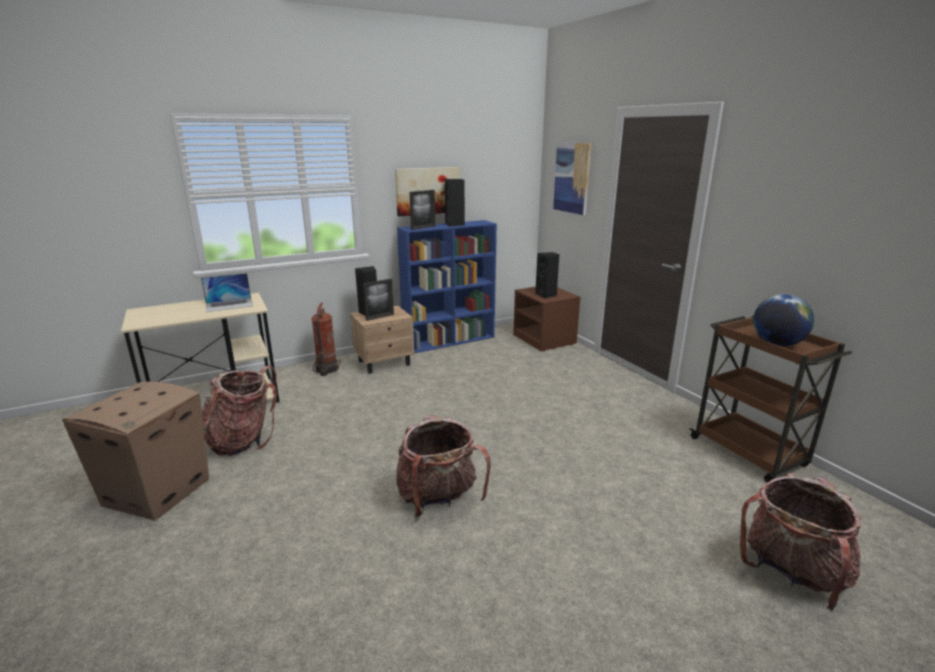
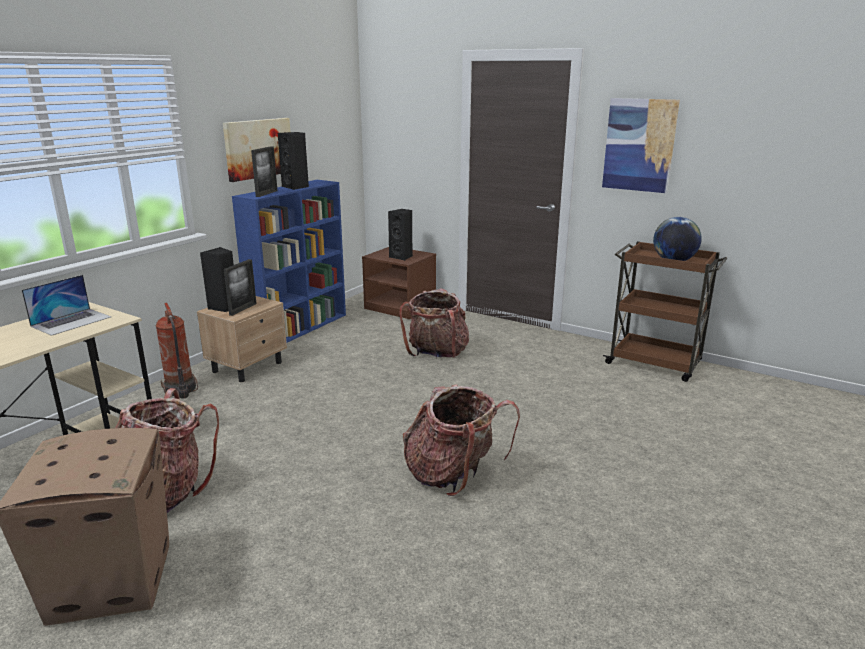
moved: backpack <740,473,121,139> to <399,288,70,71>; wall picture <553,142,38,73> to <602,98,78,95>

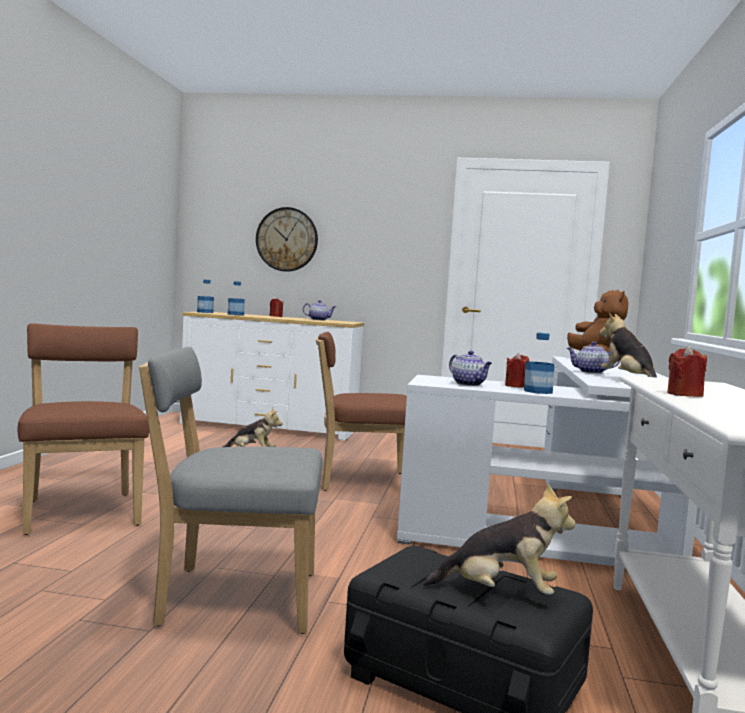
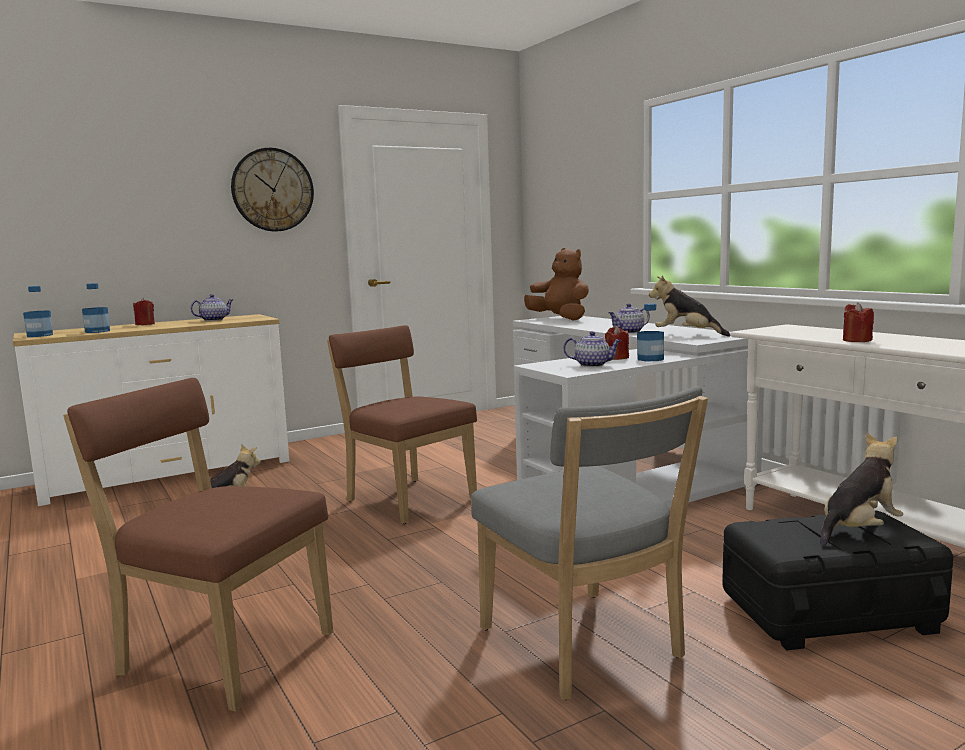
moved: clock on the wall <256,207,62,65> to <231,148,83,83>
turned: chair (brown) <315,332,92,159> = <327,325,150,199> 90 degrees clockwise; chair (greyish) <139,347,184,287> = <471,386,237,314> 75 degrees counterclockwise

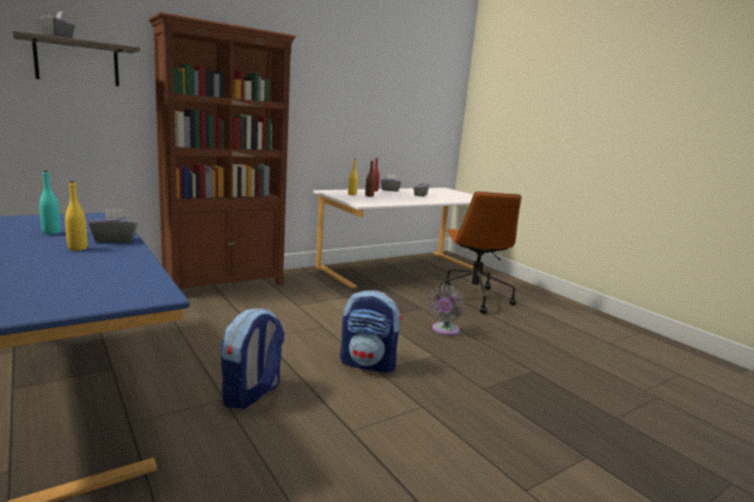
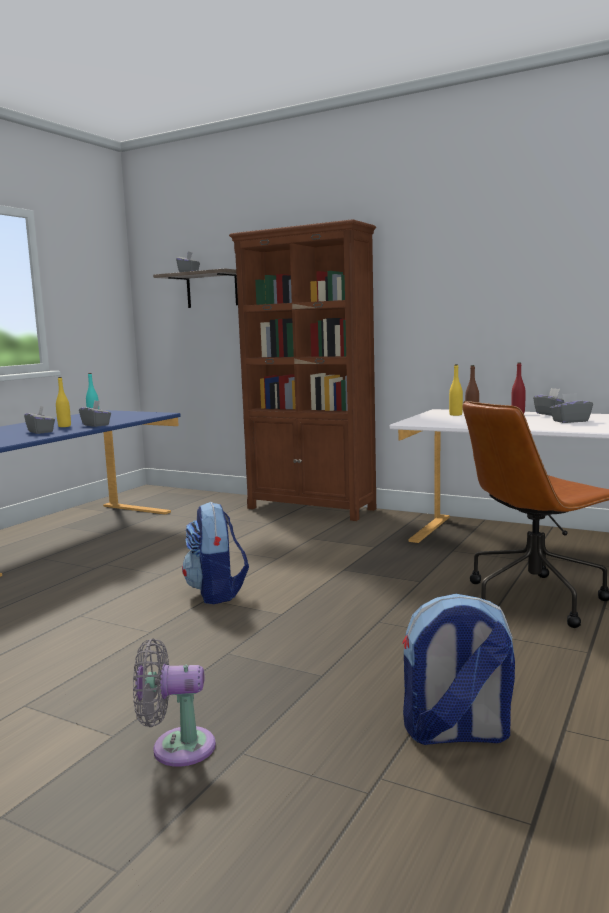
added: tissue holder (greyish) <24,406,31,28>
moved: cooling fan (greyish) <428,285,37,51> to <133,638,83,129>; backpack <220,308,65,101> to <402,594,113,151>

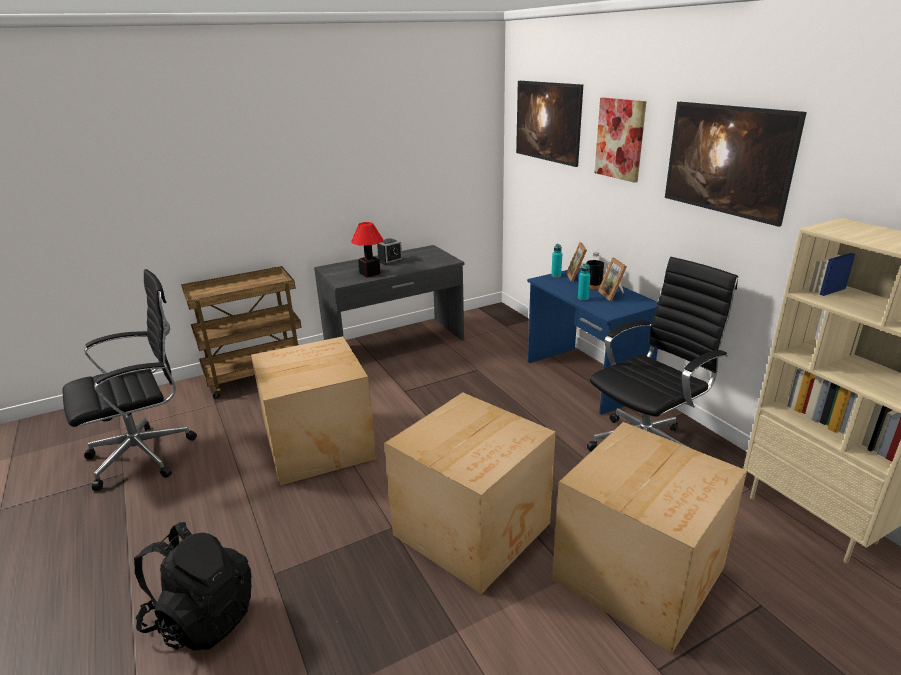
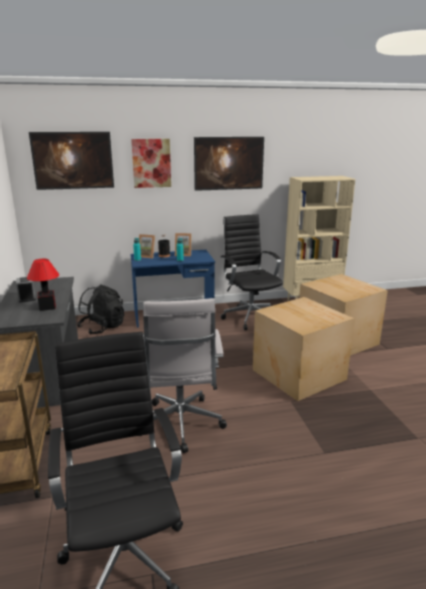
moved: backpack (blackish) <134,522,117,128> to <77,284,47,50>
replaced: carton <251,336,126,150> to desk chair (white-coloured) <140,298,87,155>

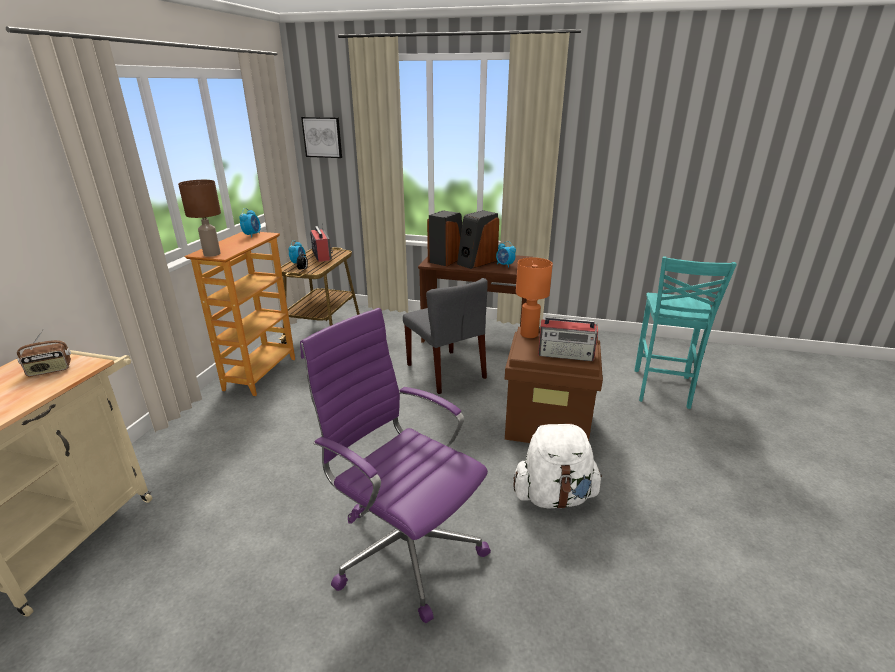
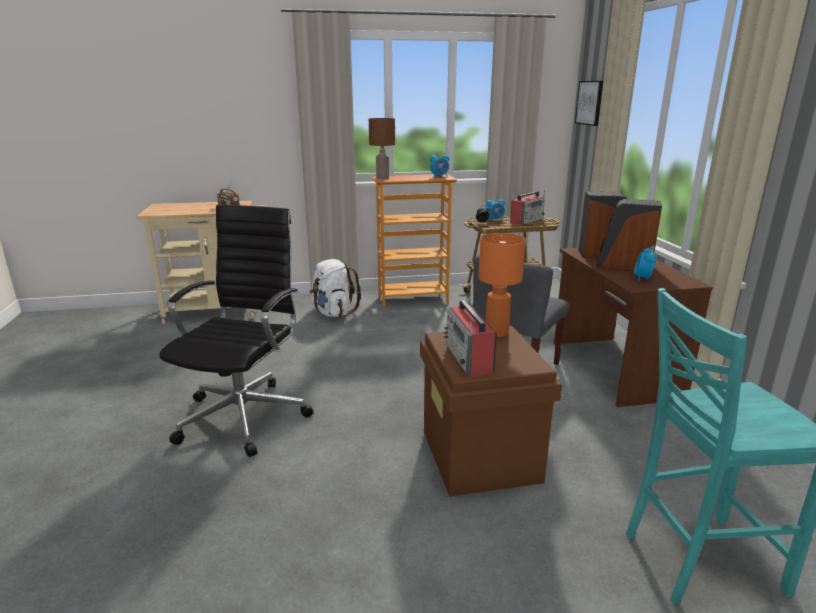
moved: backpack (white-coloured) <513,423,89,86> to <309,259,52,58>
recoloured: desk chair (purple) <300,308,191,315> to desk chair (blackish) <159,205,154,252>

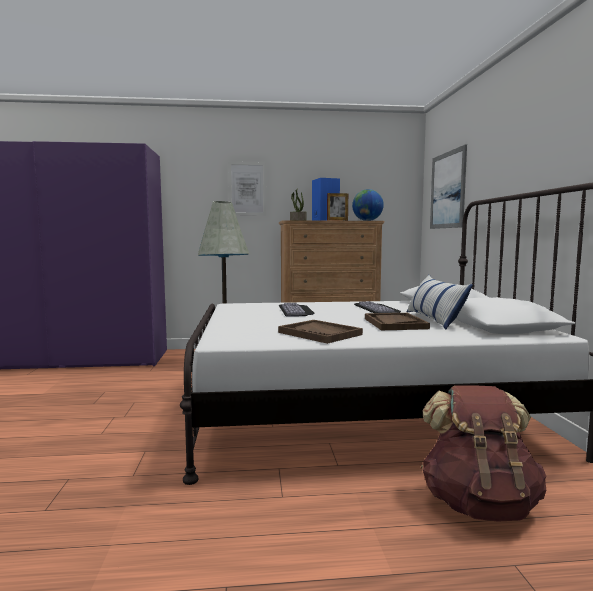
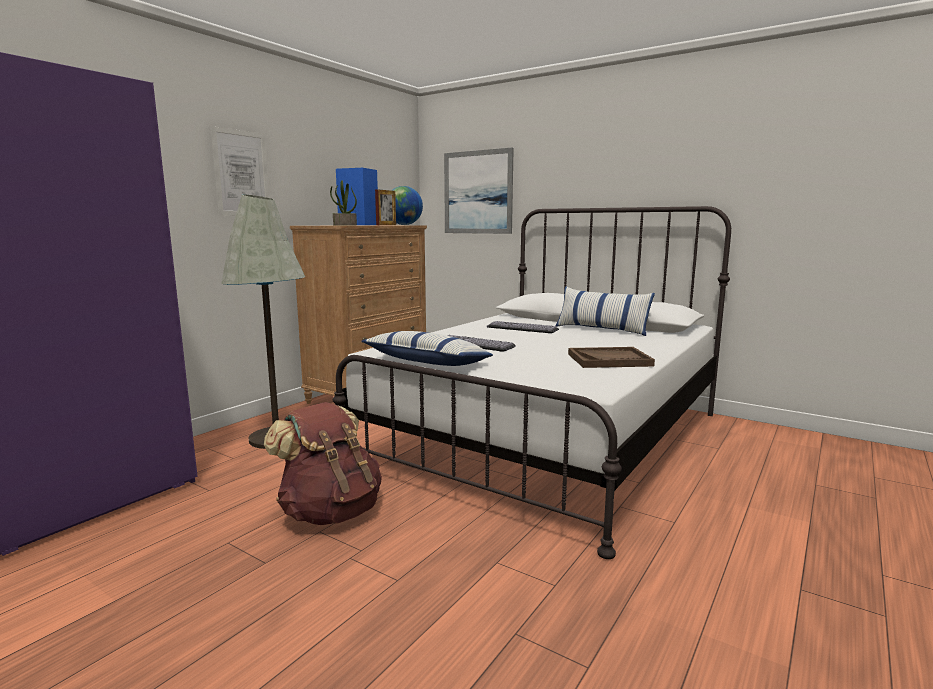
removed: serving tray (brown) <365,313,65,17>
added: throw pillow <361,331,132,35>
moved: backpack (brown) <421,386,125,135> to <264,402,118,123>

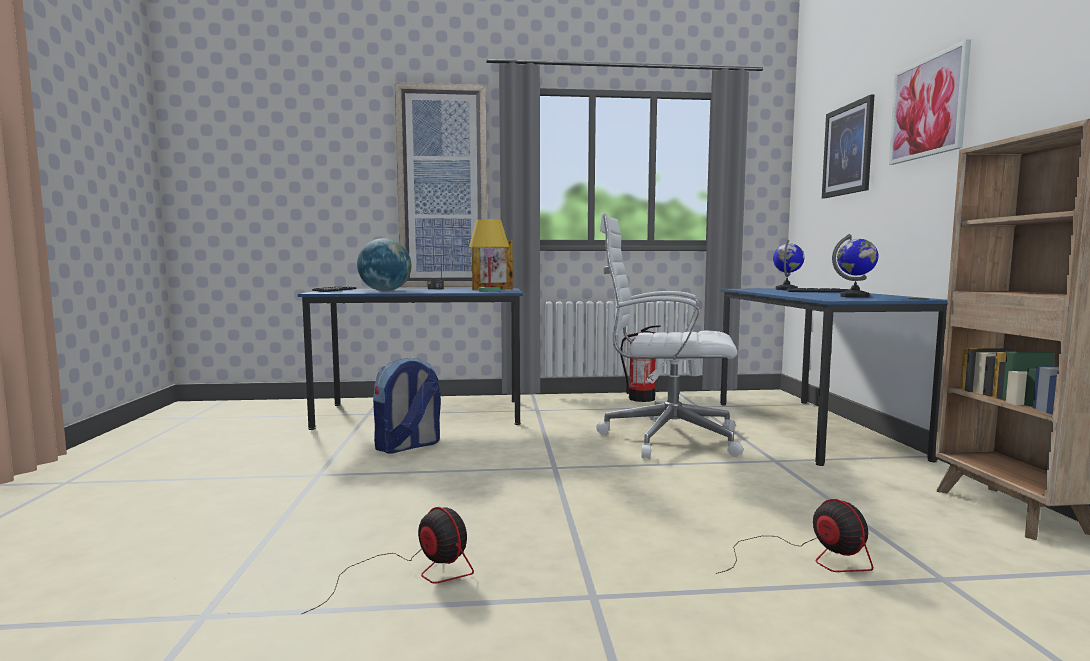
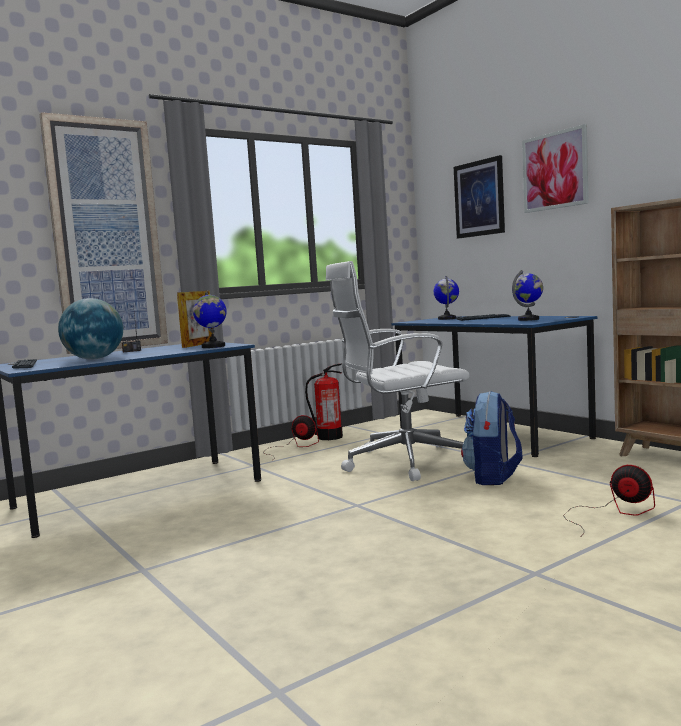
moved: cooling fan <302,507,172,107> to <263,415,56,43>; backpack <373,358,68,95> to <461,391,62,94>
replaced: table lamp (yellowish) <469,219,40,73> to globe <193,291,34,57>

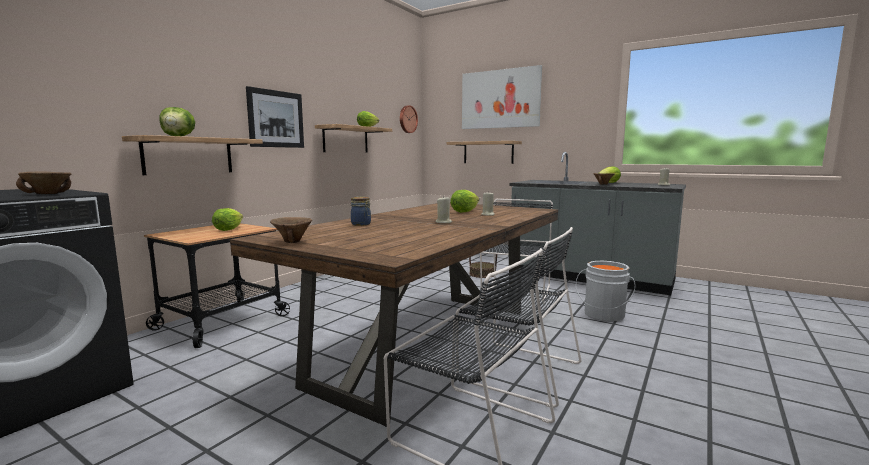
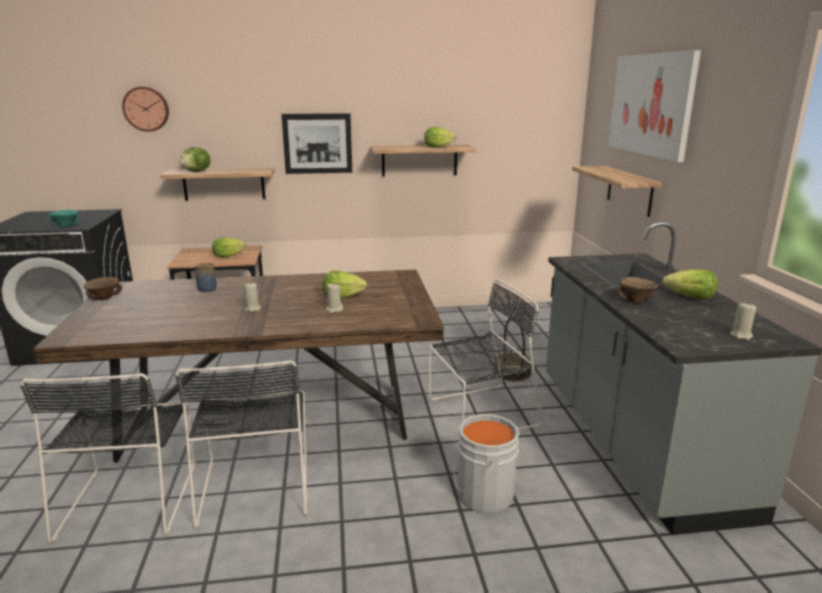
moved: clock on the wall <400,105,18,28> to <122,87,47,45>
recoloured: bowl (brown) <16,171,56,24> to bowl (blue-green) <49,210,30,17>

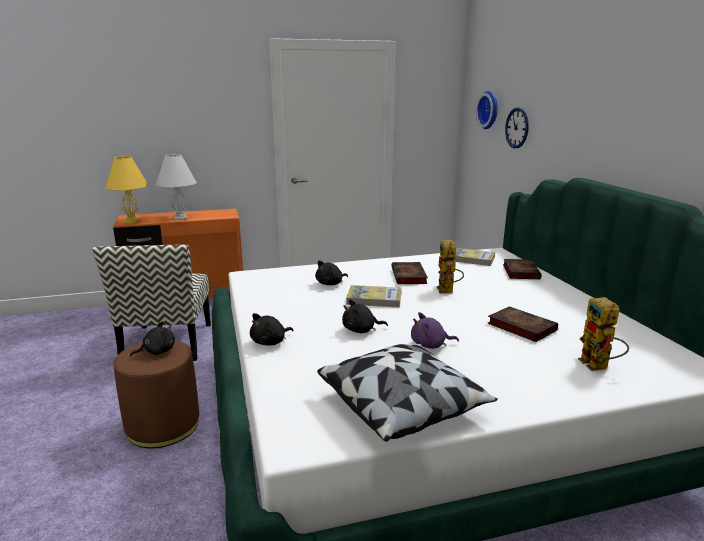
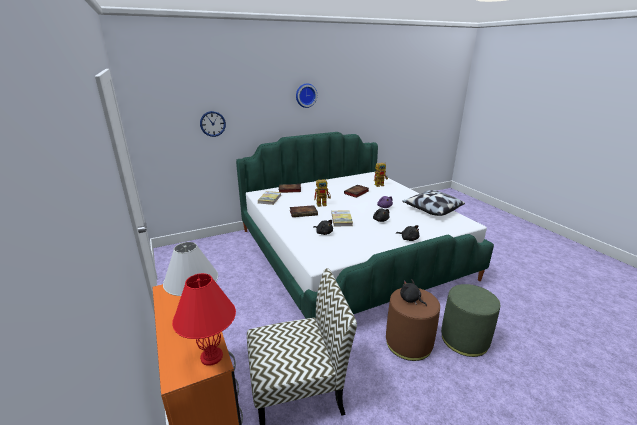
added: footrest (green-coloured) <441,284,59,73>
moved: clock on the wall <476,91,22,38> to <296,83,21,25>
recoloured: table lamp (yellowish) <105,156,43,68> to table lamp (reddish) <172,273,64,93>

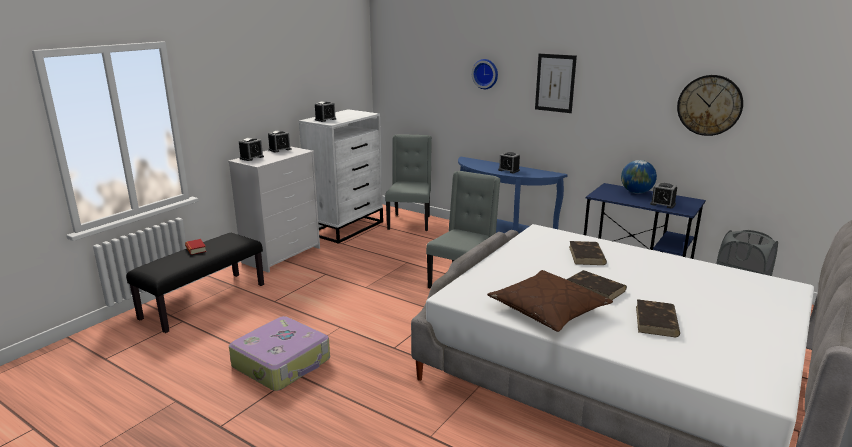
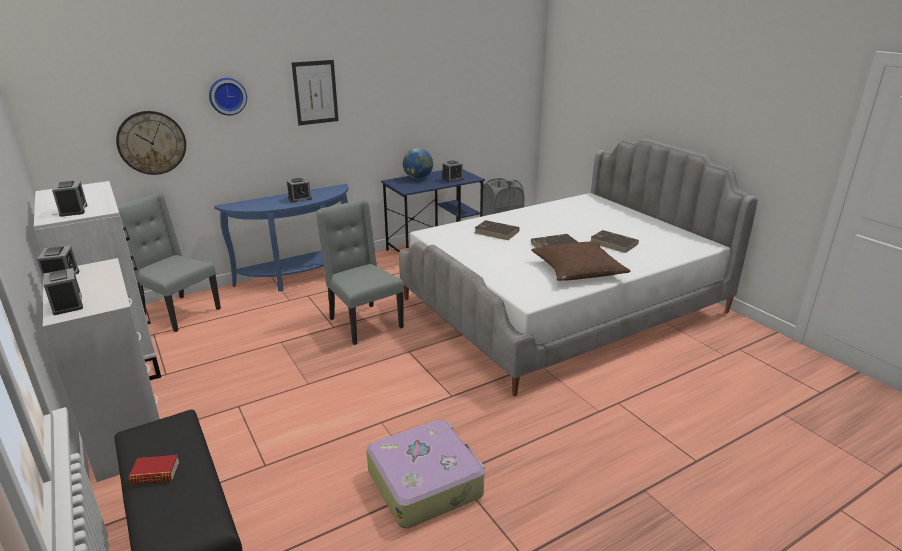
moved: clock on the wall <677,75,66,61> to <116,111,70,64>

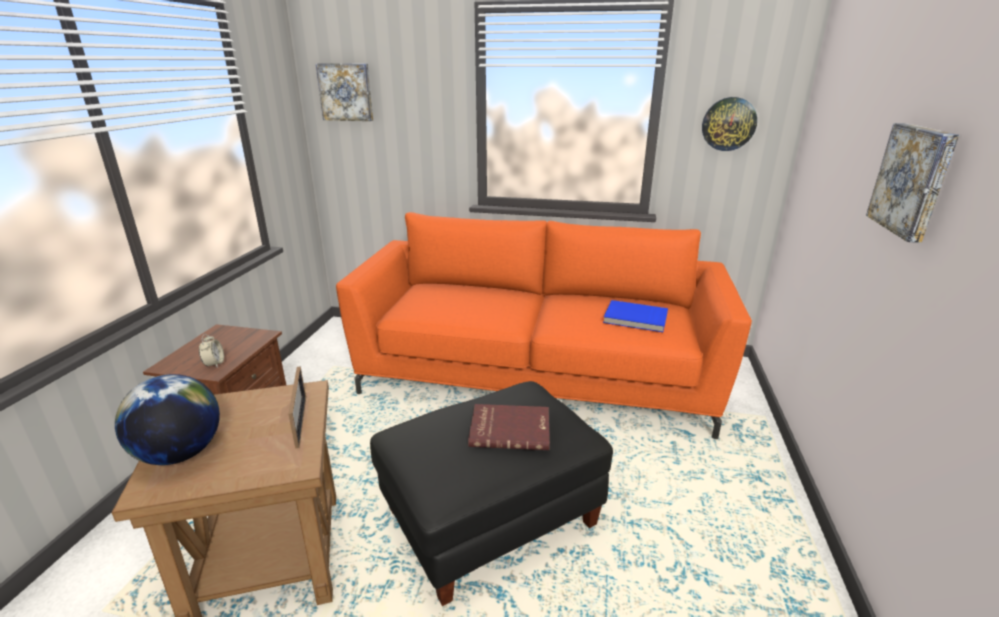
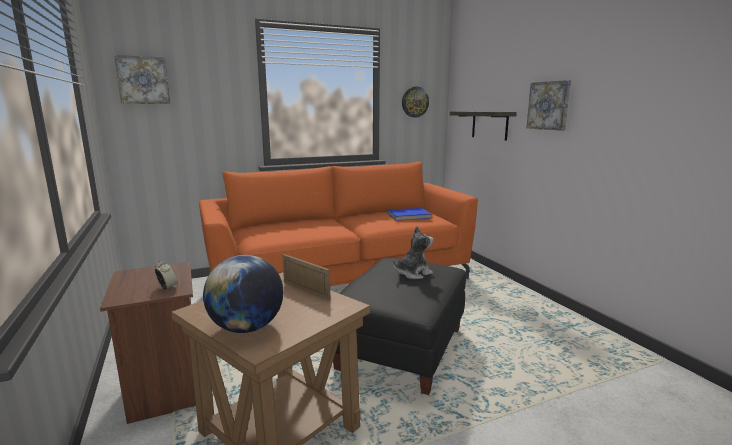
added: wall shelf <450,111,67,29>
replaced: bound book (reddish) <468,404,82,46> to cuddly toy <393,226,40,53>

